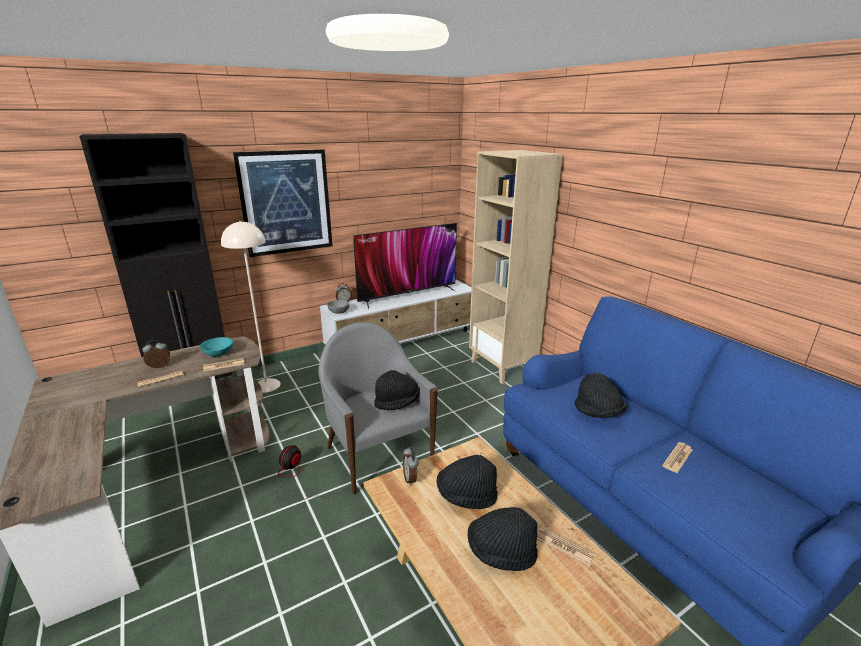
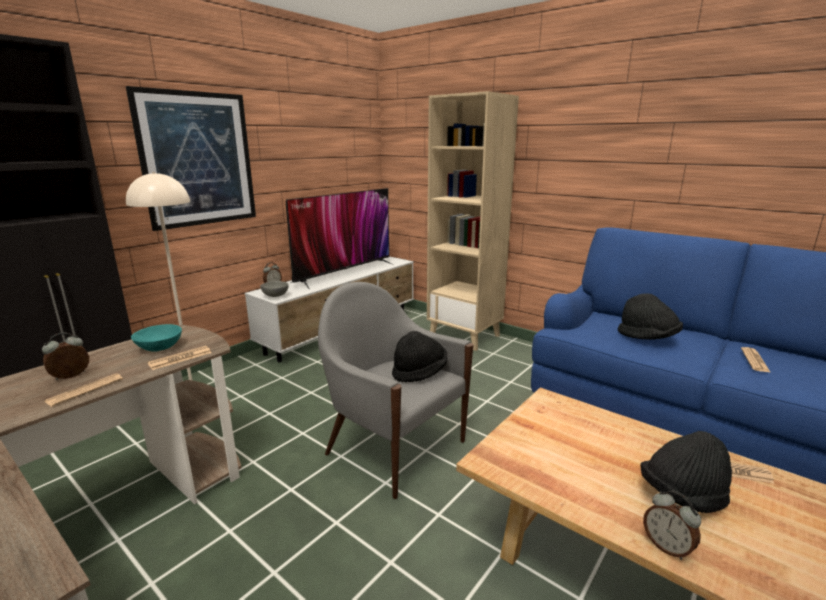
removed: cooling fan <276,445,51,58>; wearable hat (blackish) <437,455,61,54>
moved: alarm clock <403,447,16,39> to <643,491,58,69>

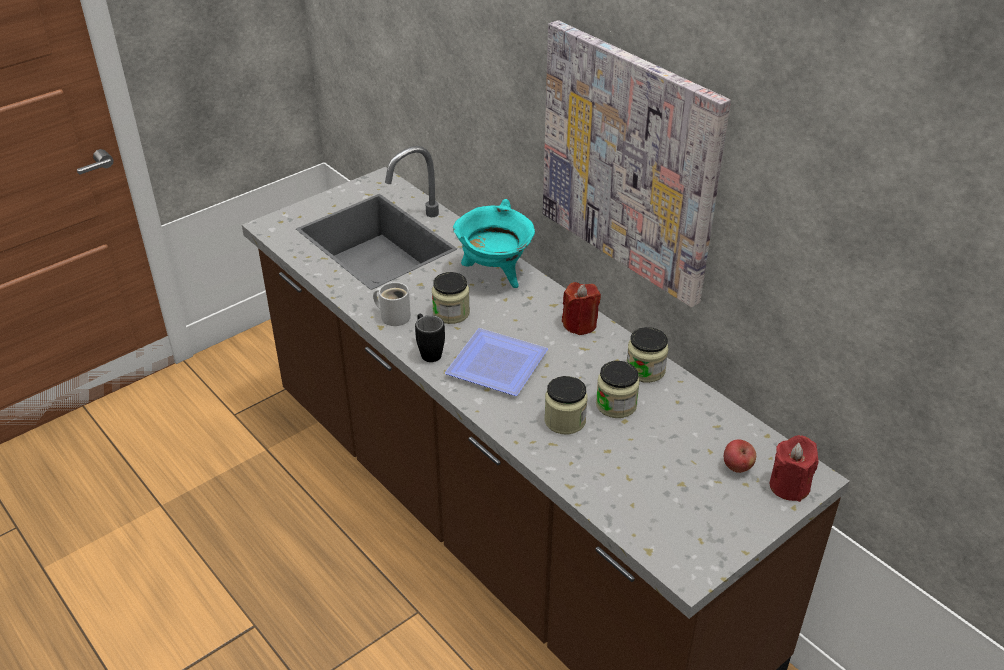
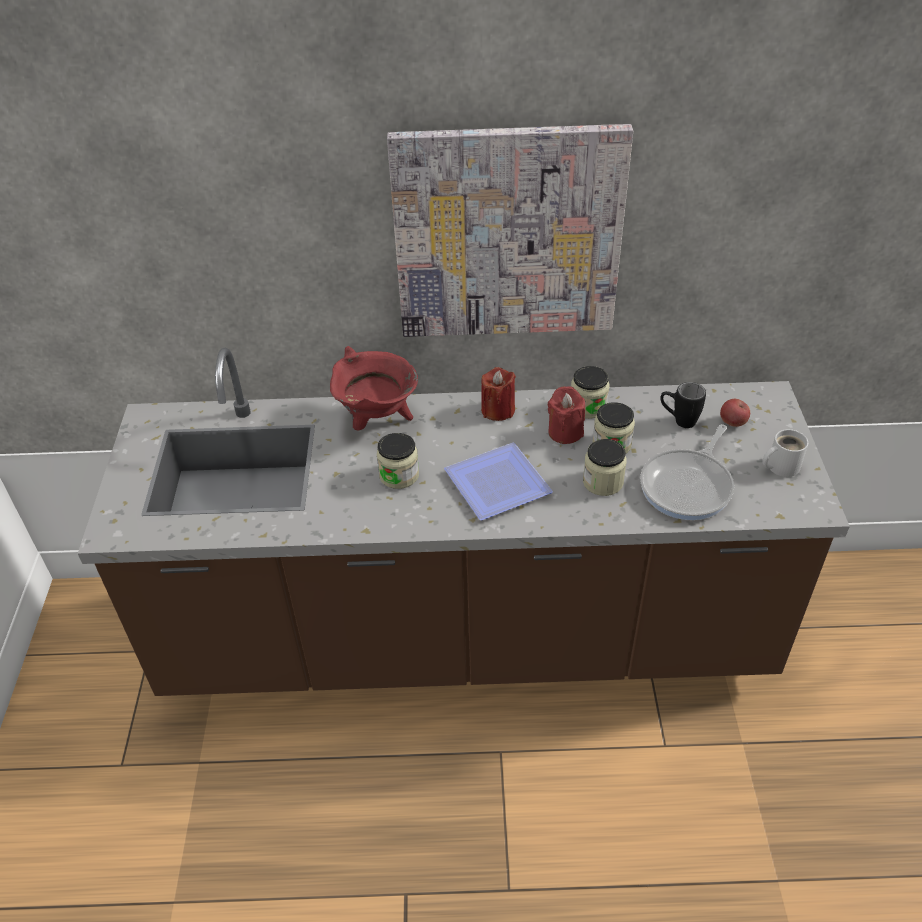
added: pan <640,424,94,96>
moved: wax candle (reddish) <770,435,49,67> to <548,386,37,58>; mug (blackish) <415,314,30,48> to <660,382,46,46>; mug (white-coloured) <373,282,38,44> to <762,429,46,48>
recoloured: saucepot (blue-green) <453,199,82,89> to saucepot (reddish) <330,346,88,84>

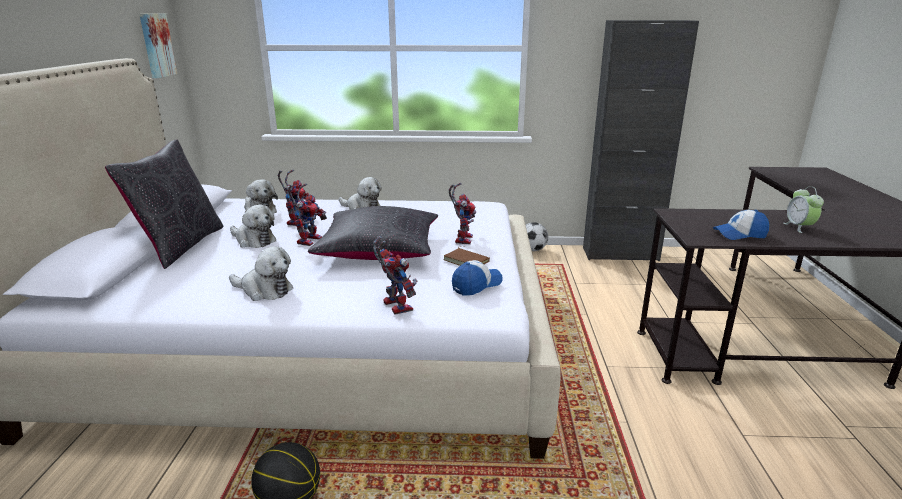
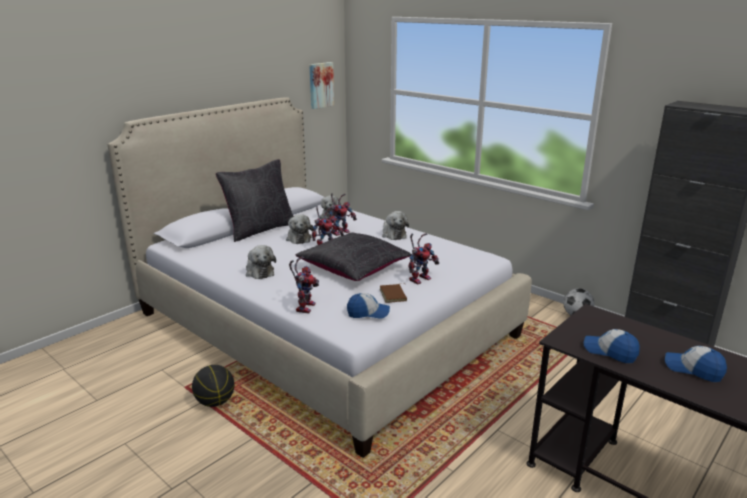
replaced: alarm clock <783,186,41,47> to cap <665,346,62,36>

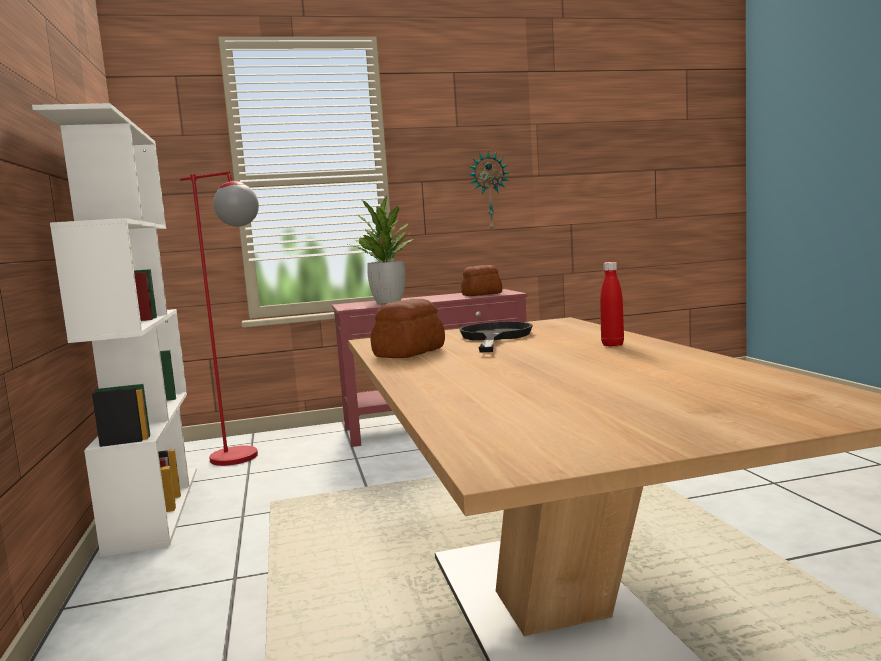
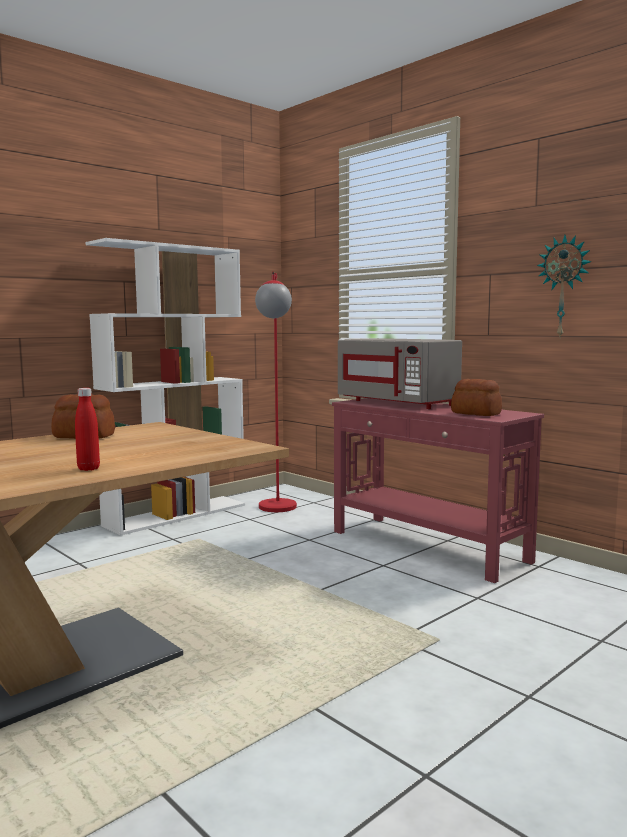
removed: pan (blackish) <459,321,74,31>
replaced: houseplant <348,196,65,107> to kitchen microwave (greyish) <338,338,124,71>

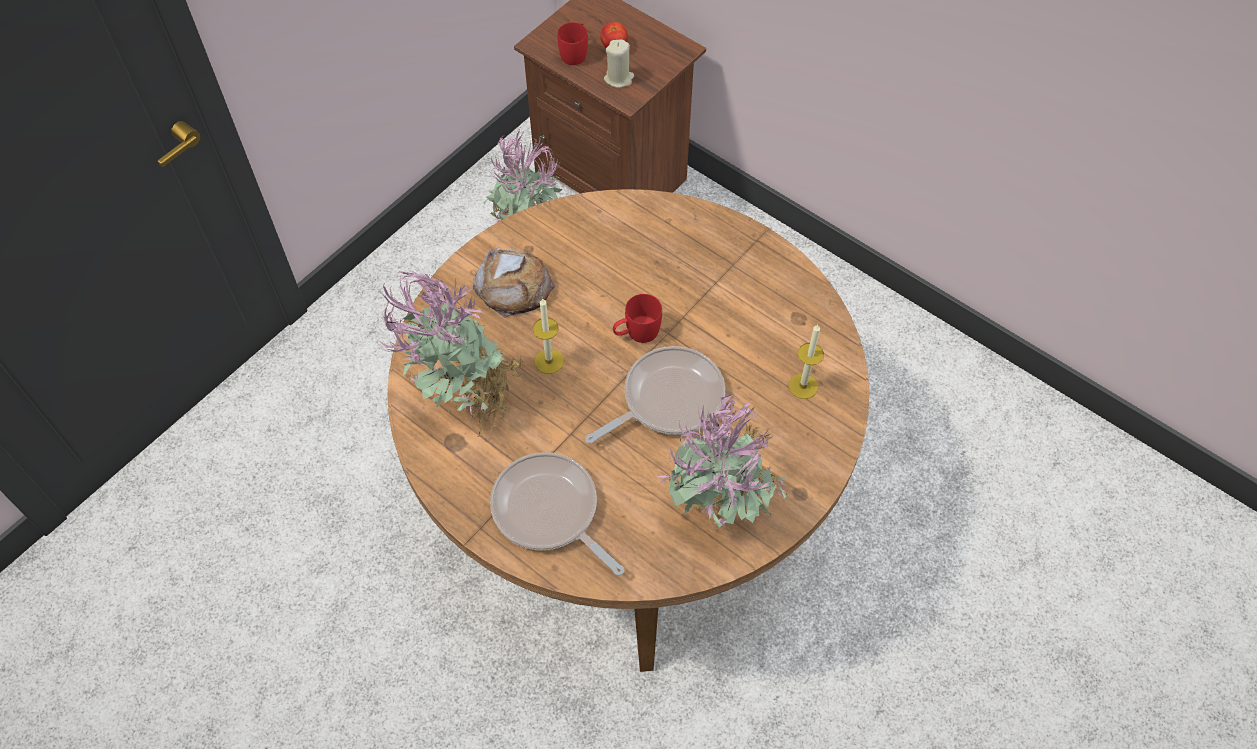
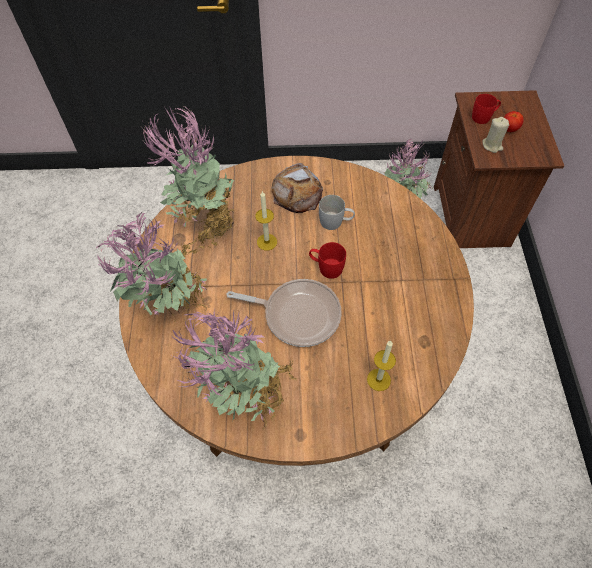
added: mug (white-coloured) <319,195,36,35>
replaced: pan <490,452,135,124> to houseplant <96,212,112,109>

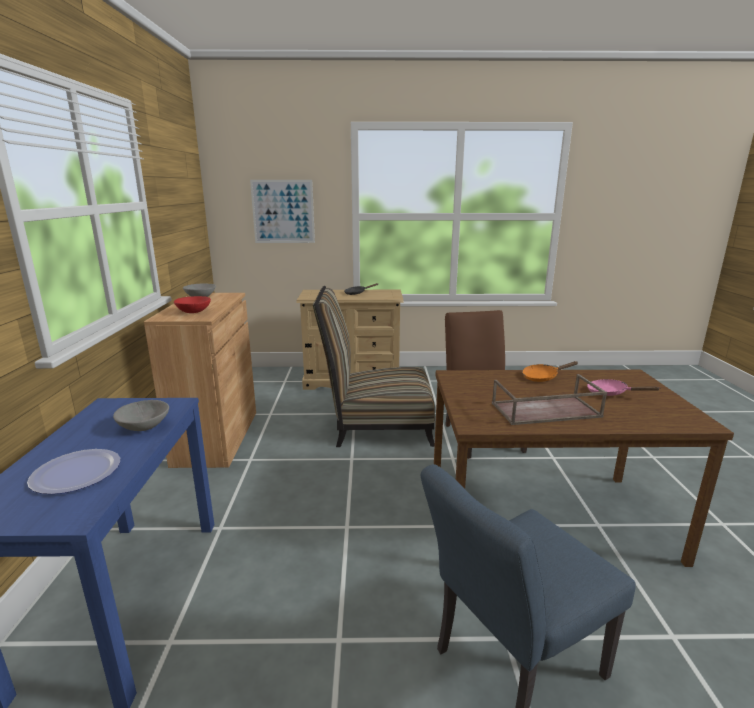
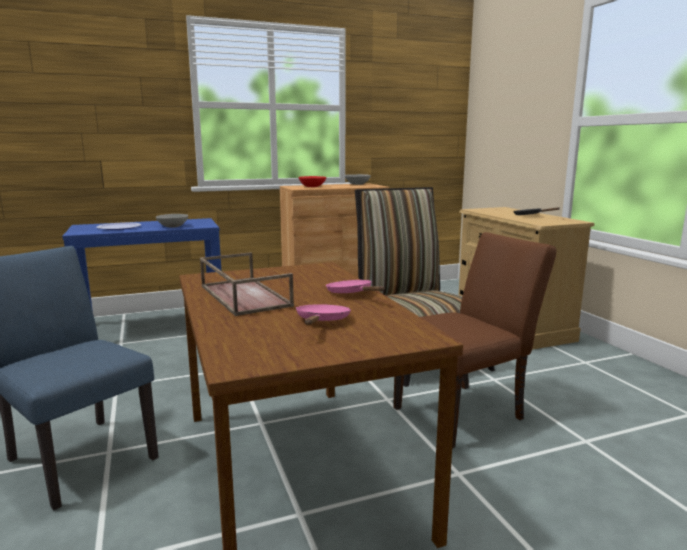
removed: wall picture <250,180,65,63>
recoloured: pan (orangey) <522,361,56,21> to pan (pink) <326,280,59,13>

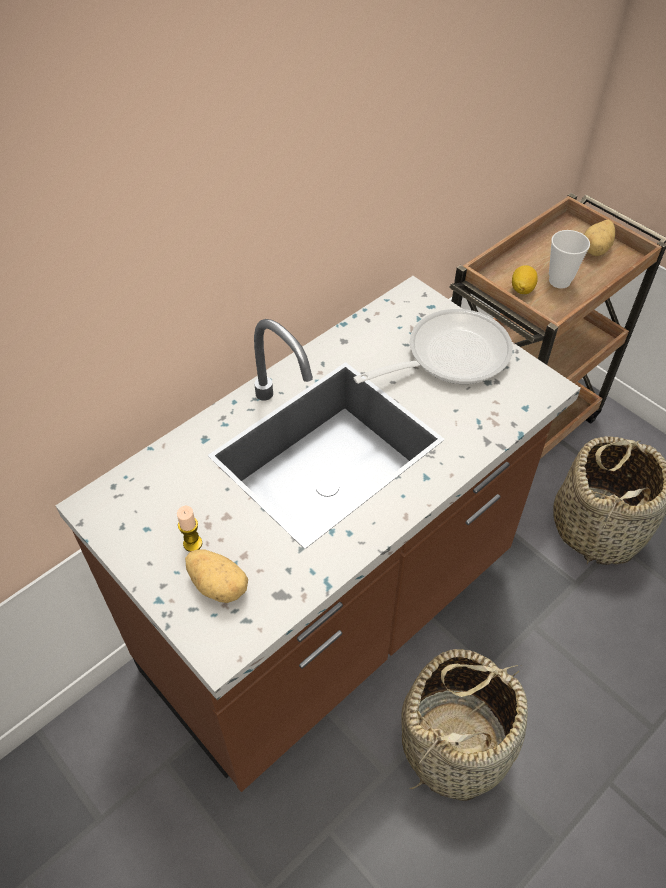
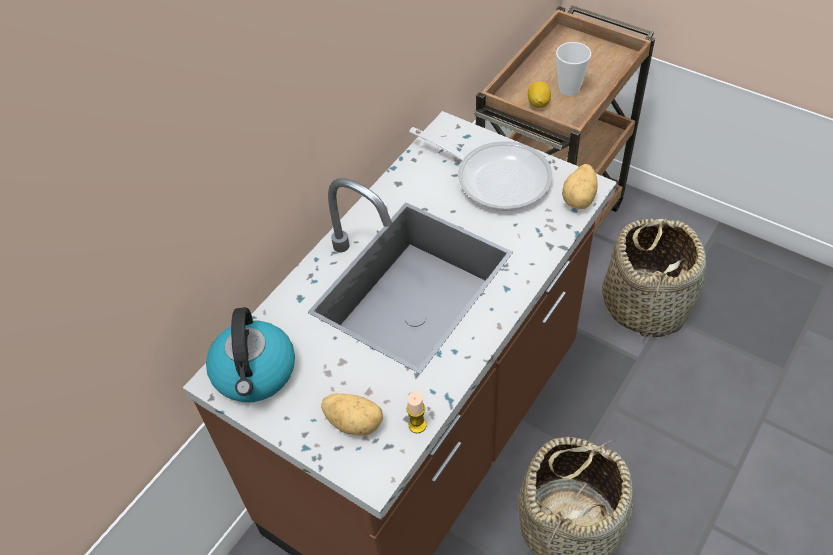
added: water kettle <206,307,89,95>
moved: wax candle <177,506,25,46> to <406,392,20,41>; spud <584,220,31,36> to <562,164,35,45>
turned: pan <354,309,159,75> = <409,127,143,84> 75 degrees clockwise

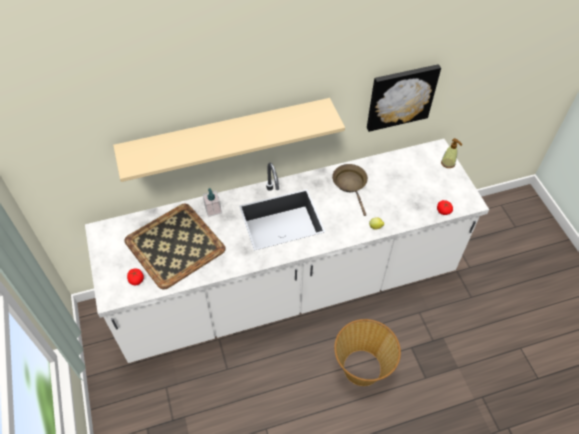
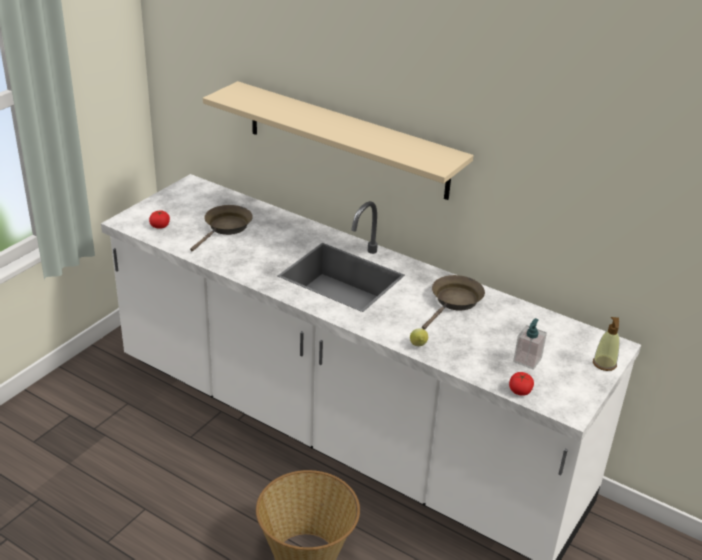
removed: wall picture <367,64,74,68>
moved: soap dispenser <203,188,19,29> to <513,318,34,52>
replaced: serving tray <124,204,102,86> to pan (brown) <190,205,63,46>

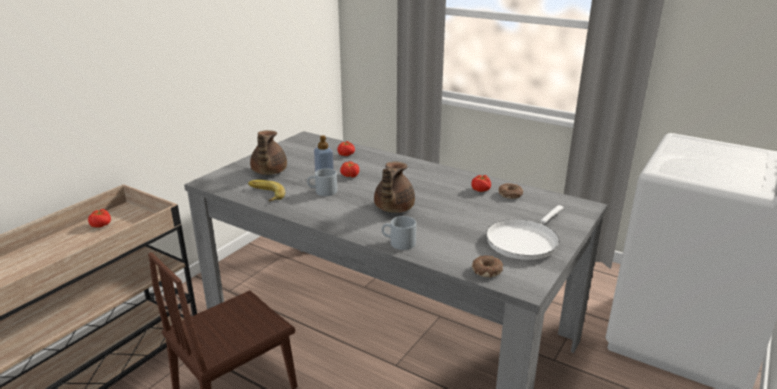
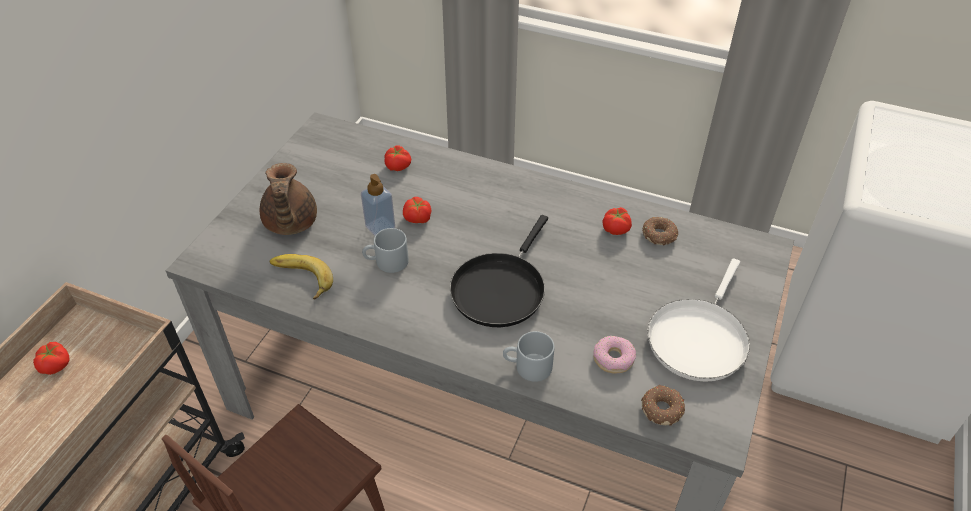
added: doughnut <593,336,43,38>
replaced: teapot (brown) <374,162,41,51> to pan (blackish) <450,215,98,112>

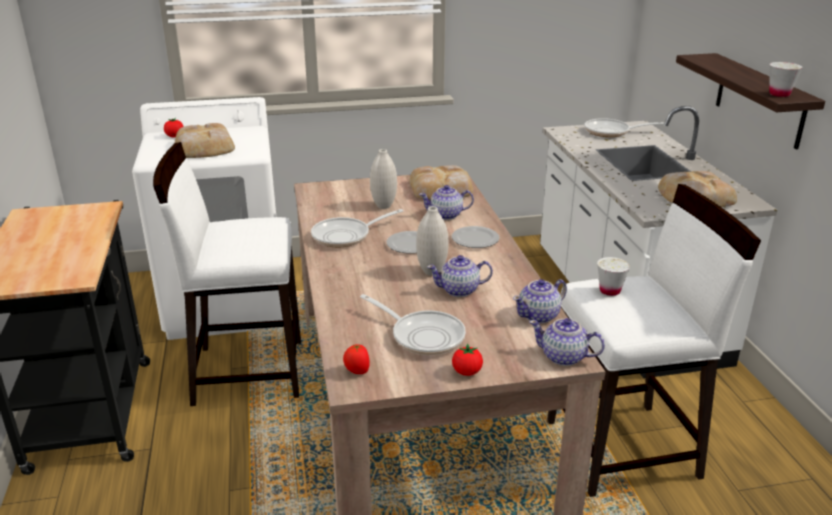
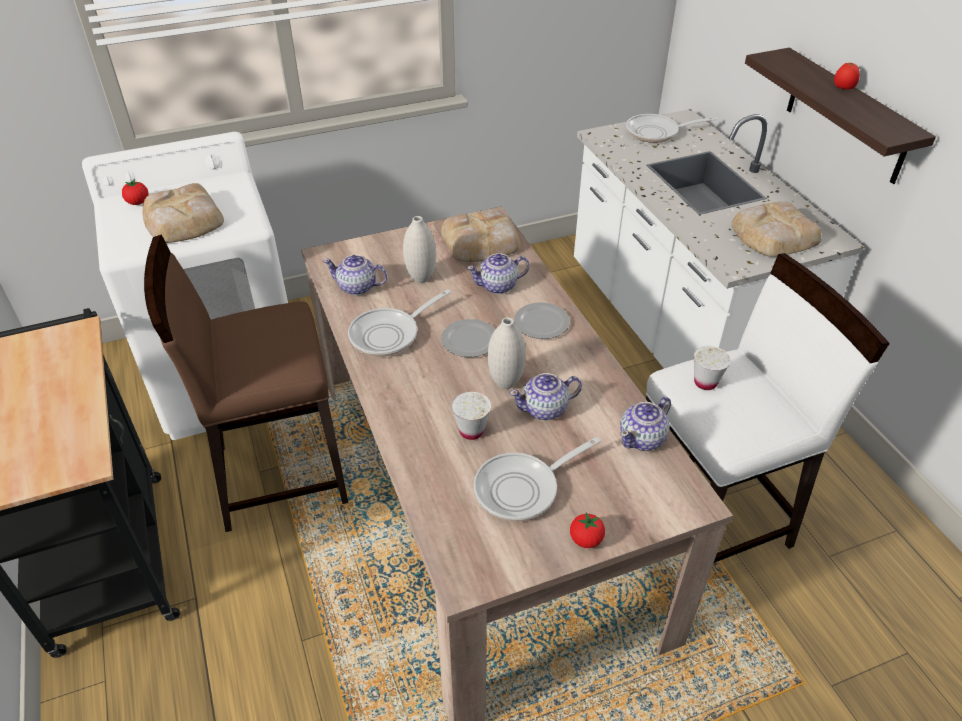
moved: teapot <529,318,76,48> to <323,255,64,40>; cup (white-coloured) <769,62,34,35> to <452,392,39,48>; whole tomato <343,344,27,30> to <834,62,26,28>
recoloured: stool (white-coloured) <153,142,148,264> to stool (brown) <144,235,204,297>
turned: pan <360,294,106,61> = <474,437,127,84> 120 degrees clockwise

